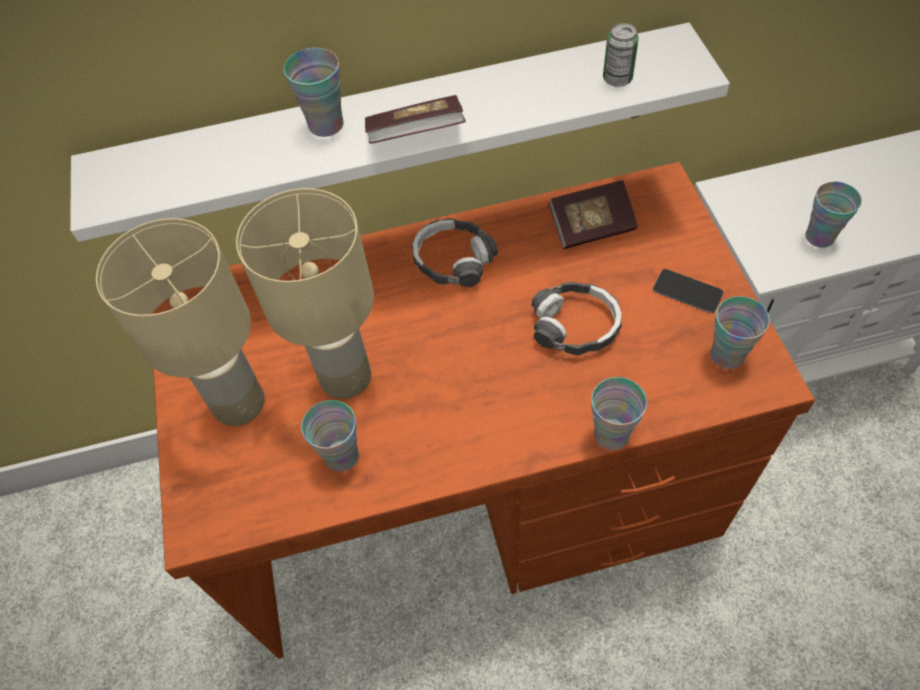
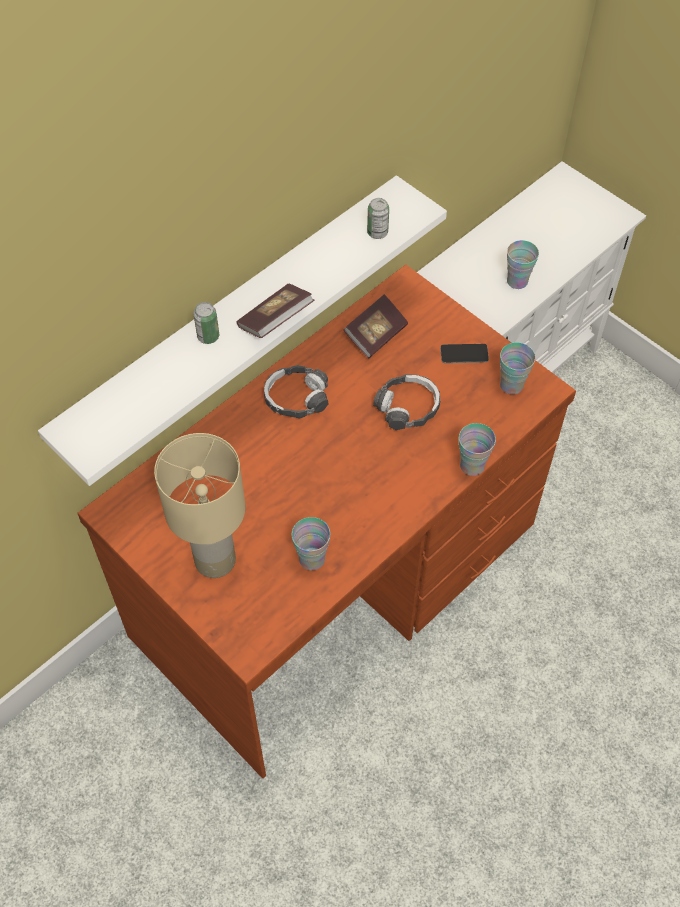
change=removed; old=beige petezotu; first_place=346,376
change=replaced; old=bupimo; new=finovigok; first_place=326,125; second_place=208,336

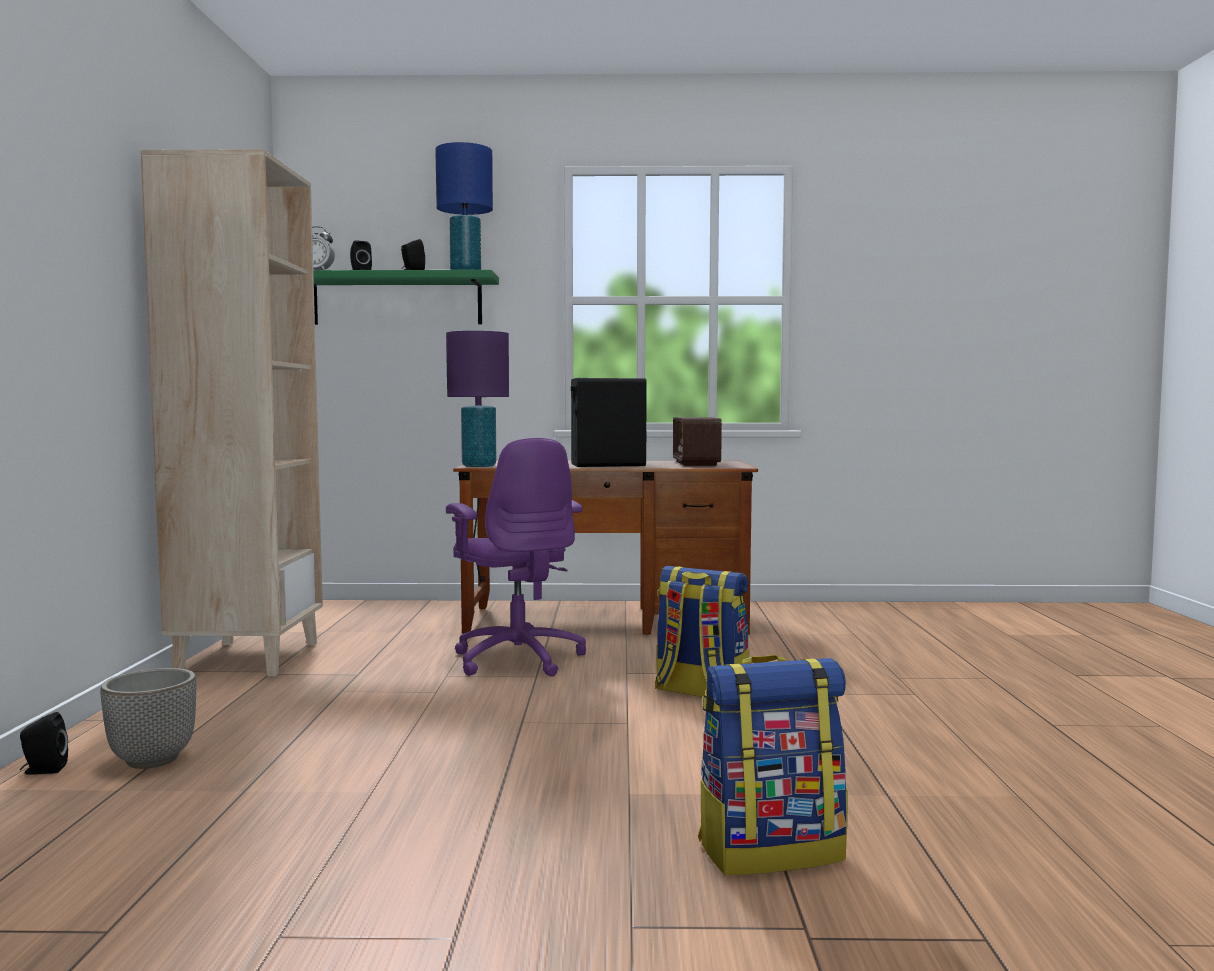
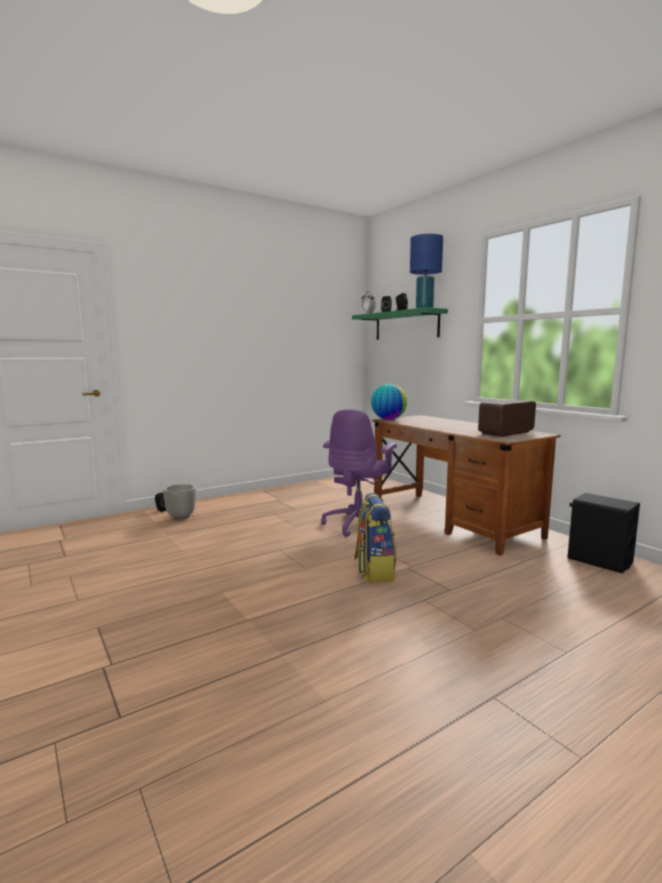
change=removed; old=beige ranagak; first_place=248,658
change=removed; old=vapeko; first_place=771,850
change=moved; old=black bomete; first_place=607,465; second_place=599,560
change=replaced; old=purple petezotu; new=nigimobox; first_place=478,466; second_place=388,419

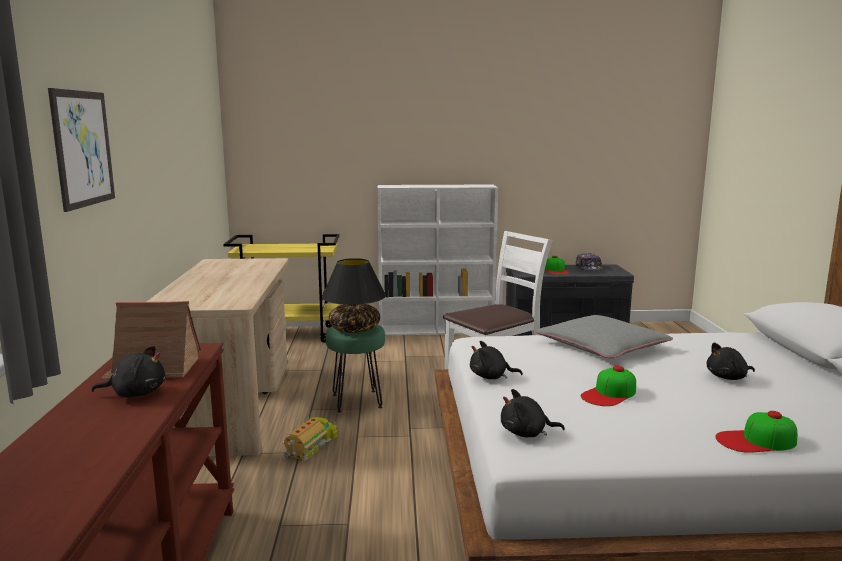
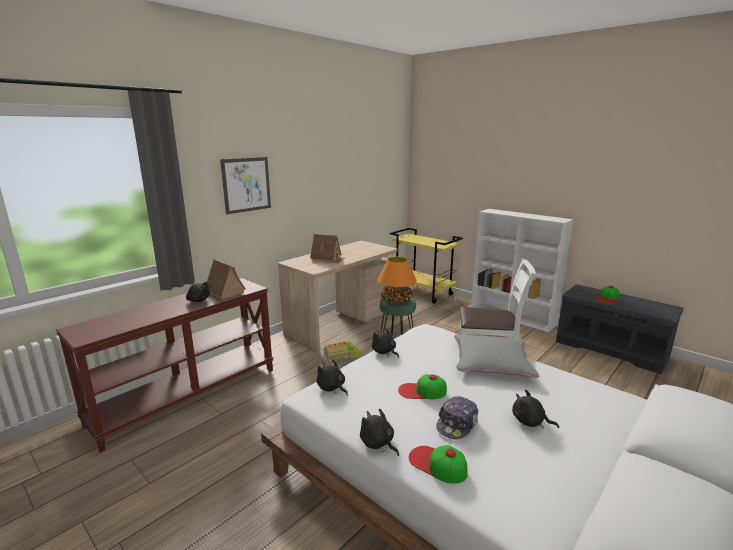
change=added; new=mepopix; second_place=327,259
change=added; new=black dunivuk; second_place=378,443
change=moved; old=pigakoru; first_place=589,268; second_place=457,424
change=recoloured; old=black petezotu; new=orange petezotu; first_place=355,329; second_place=396,300

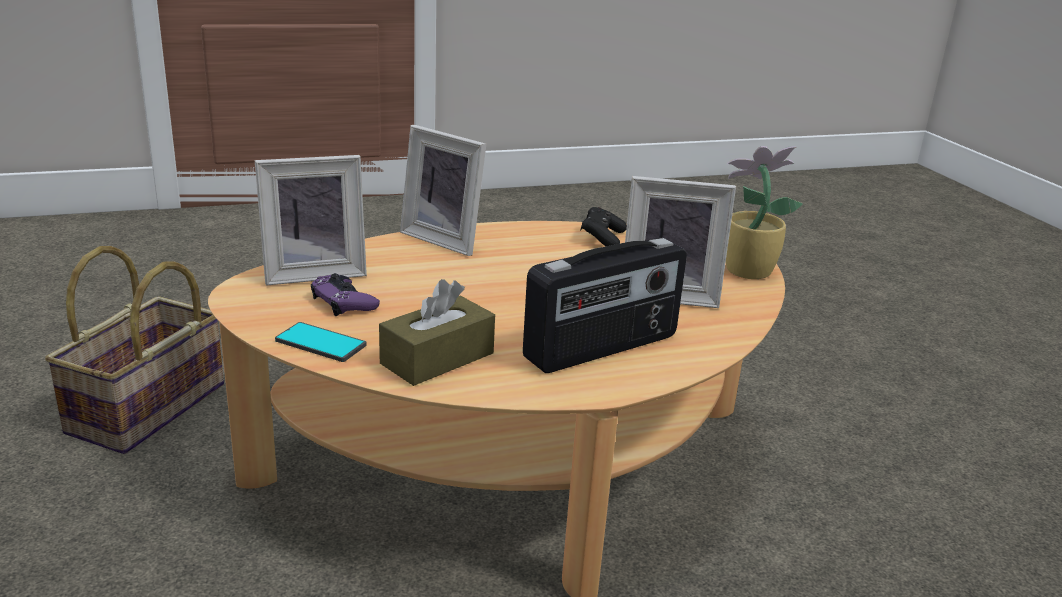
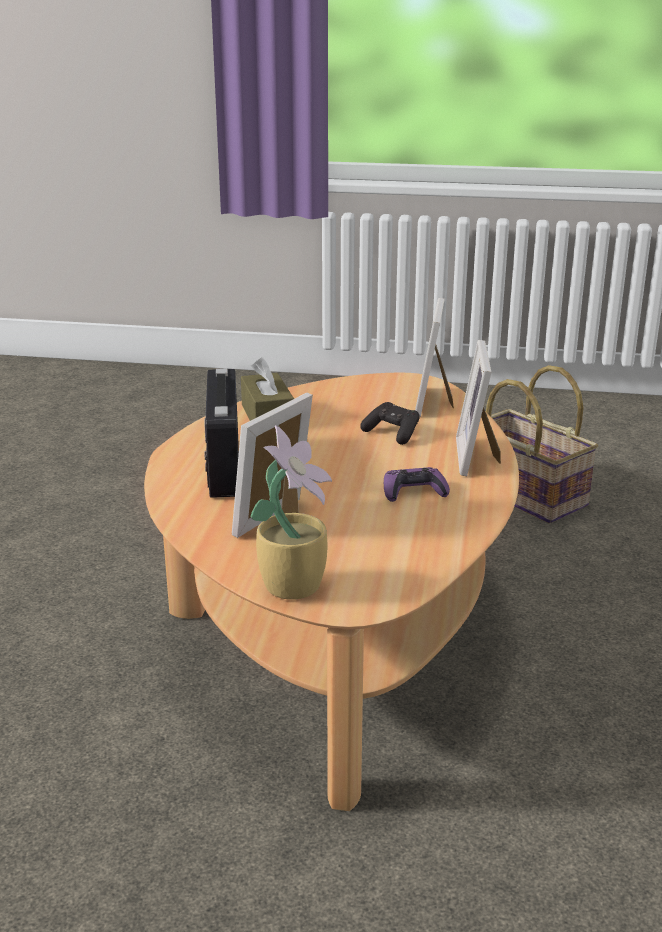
change=removed; old=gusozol; first_place=321,343
change=moved; old=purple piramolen; first_place=343,302; second_place=414,491
change=moved; old=black piramolen; first_place=602,238; second_place=392,433
change=turned; old=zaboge; first_place=446,239; second_place=478,457; degrees=-60

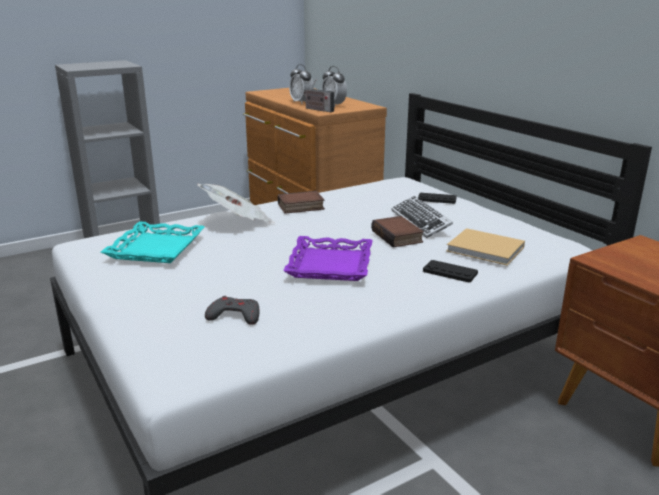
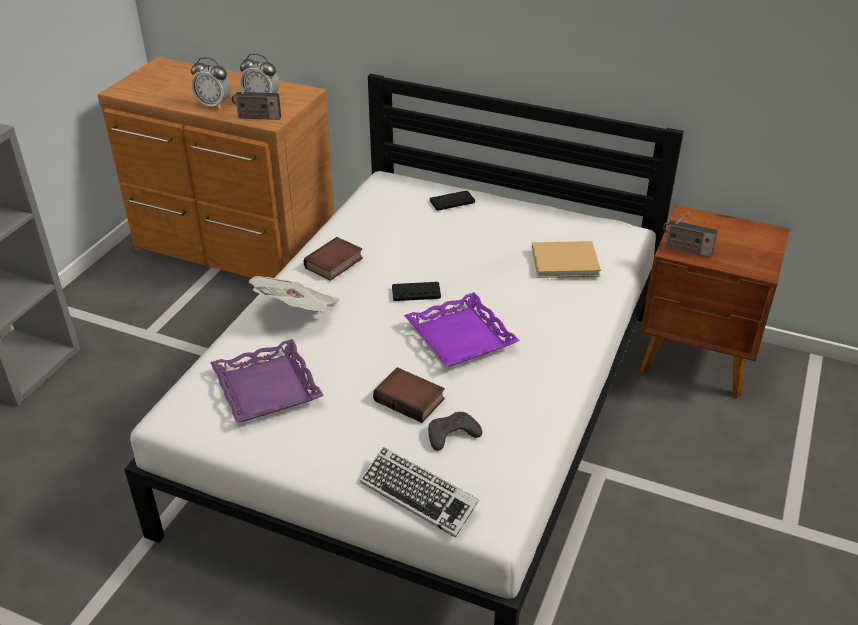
change=added; new=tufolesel; second_place=685,250
change=moved; old=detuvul; first_place=398,236; second_place=411,399
change=moved; old=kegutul; first_place=420,221; second_place=419,496
change=moved; old=black piramolen; first_place=450,272; second_place=416,292
change=recoloured; old=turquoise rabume; new=purple rabume; first_place=156,248; second_place=268,387

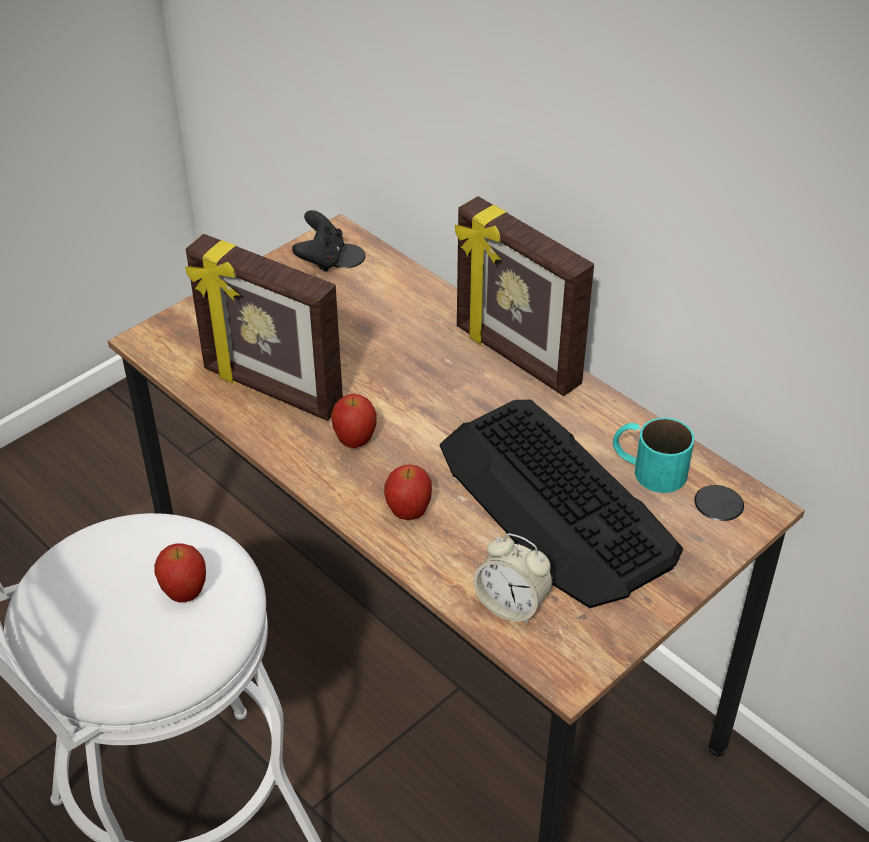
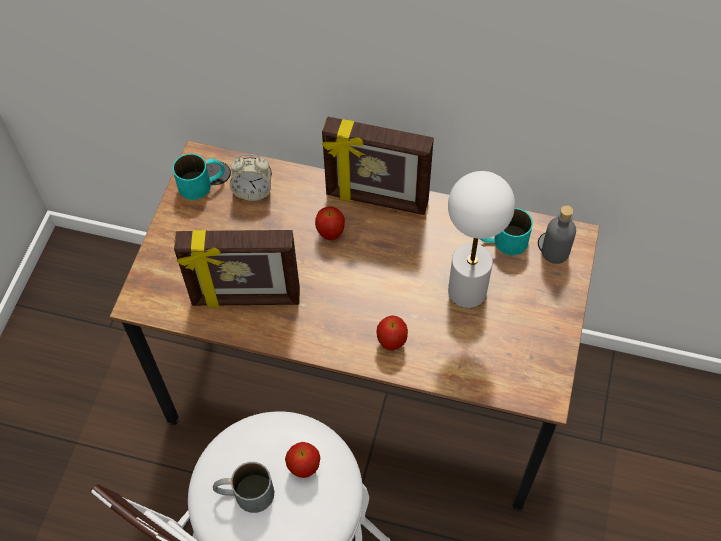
change=added; new=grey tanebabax; second_place=244,493
change=added; new=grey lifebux; second_place=555,252
change=moved; old=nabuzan; first_place=355,441; second_place=330,233
change=moved; old=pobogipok; first_place=511,605; second_place=253,191
change=replaced; old=black piramolen; new=turquoise tanebabax; first_place=321,259; second_place=202,183
change=replaced; old=kegutul; new=white petezotu; first_place=555,502; second_place=468,291

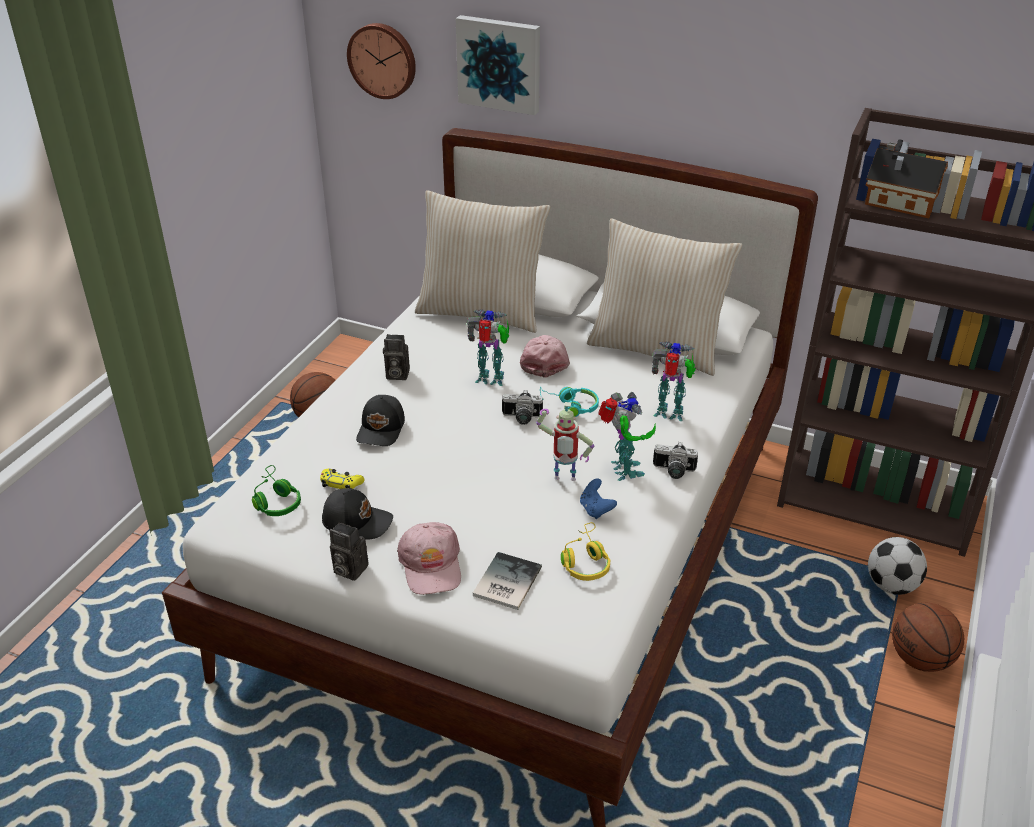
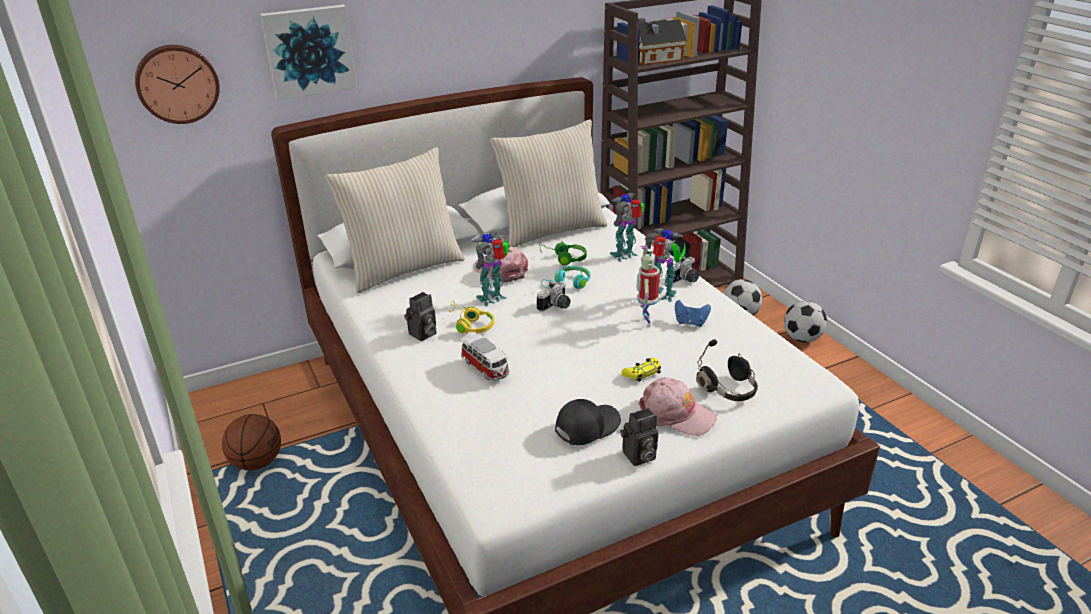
change=moved; old=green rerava; first_place=276,500; second_place=563,258
change=moved; old=yellow piramolen; first_place=341,484; second_place=642,373
change=moved; old=yellow rerava; first_place=585,561; second_place=470,325
change=replaced; old=black pigakoru; new=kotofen; first_place=382,429; second_place=486,368
change=replaced; old=detuvul; new=black rerava; first_place=504,582; second_place=729,390
change=replaced; old=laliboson; new=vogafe; first_place=920,659; second_place=802,338
change=turned; old=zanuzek; first_place=564,480; second_place=645,321; degrees=135

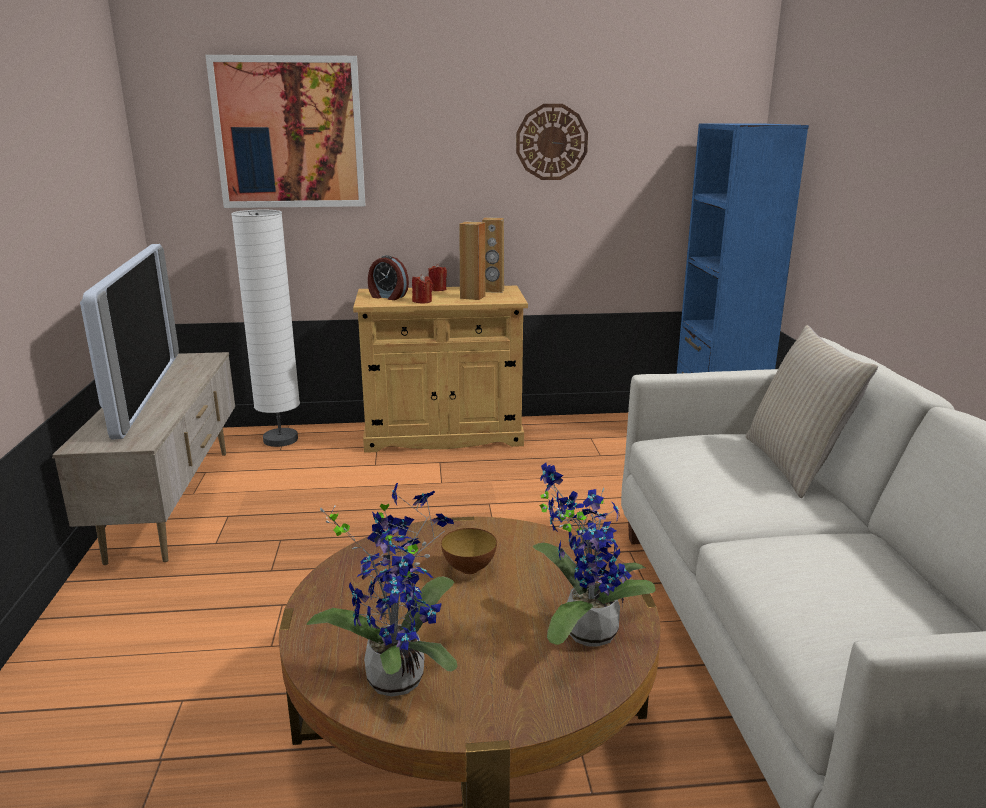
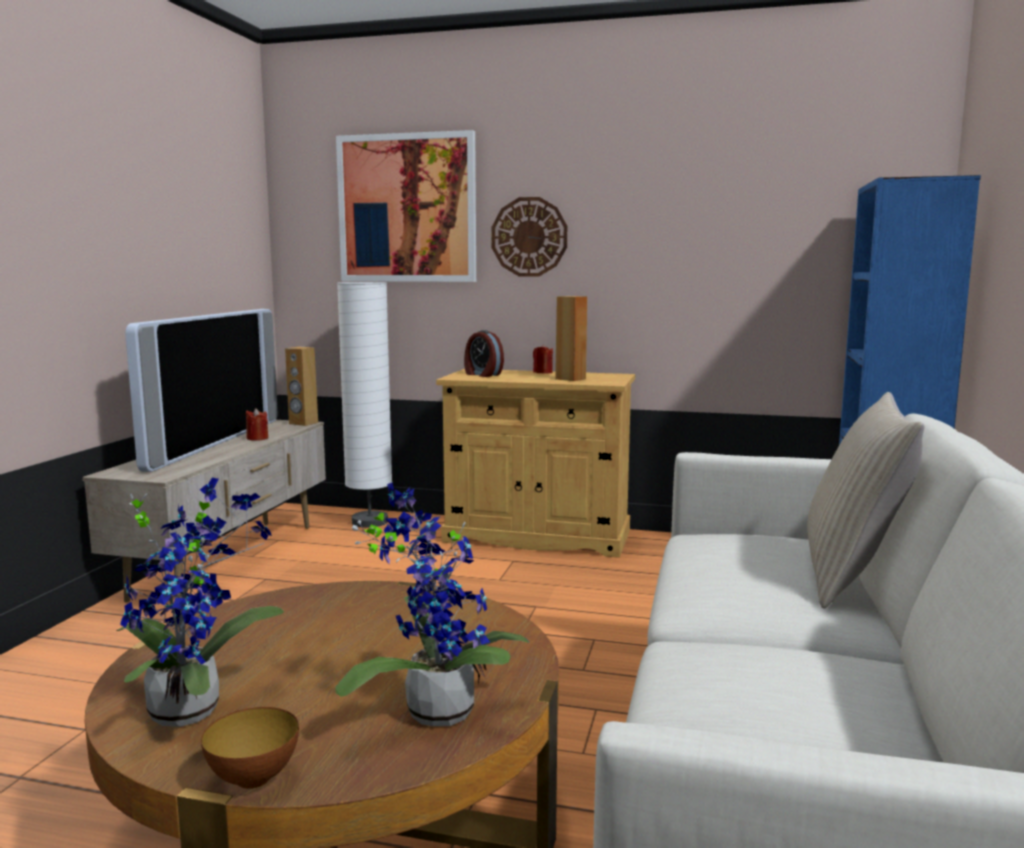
change=moved; old=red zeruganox; first_place=422,301; second_place=257,438
change=moved; old=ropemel; first_place=469,569; second_place=253,778
change=moved; old=brown bomete; first_place=493,290; second_place=303,423
change=moved; old=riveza; first_place=551,142; second_place=529,237

